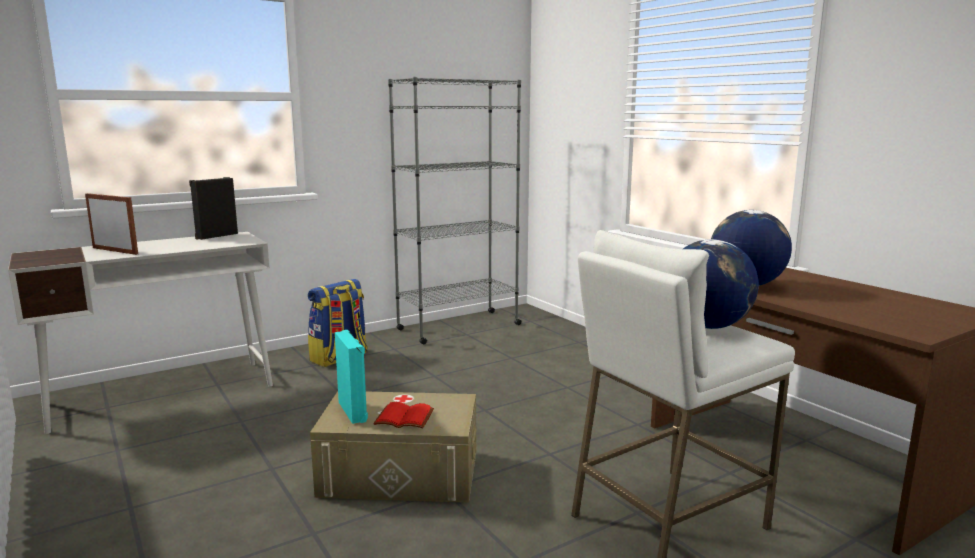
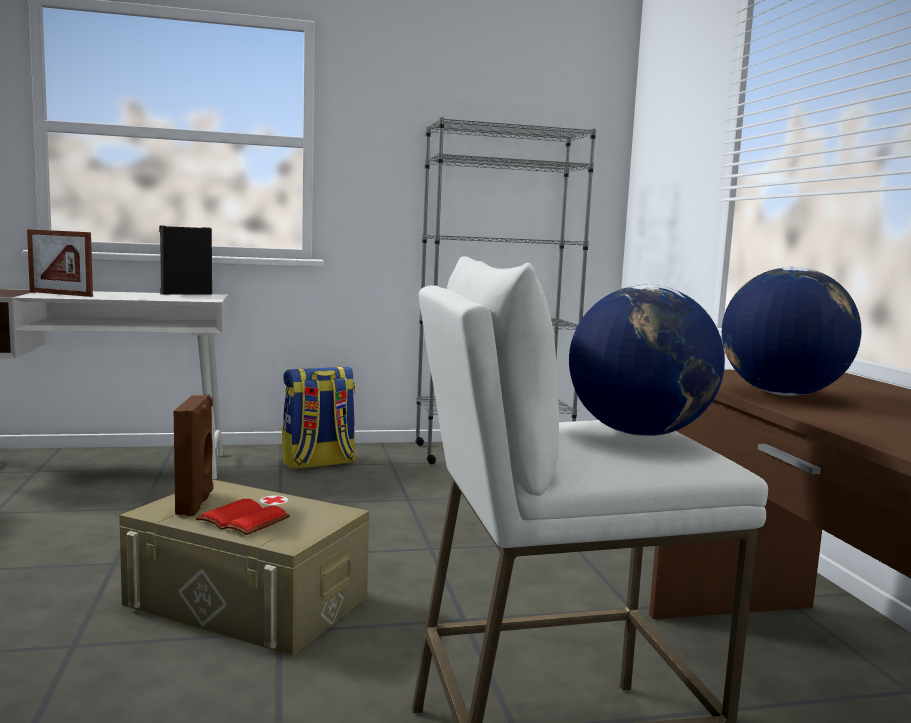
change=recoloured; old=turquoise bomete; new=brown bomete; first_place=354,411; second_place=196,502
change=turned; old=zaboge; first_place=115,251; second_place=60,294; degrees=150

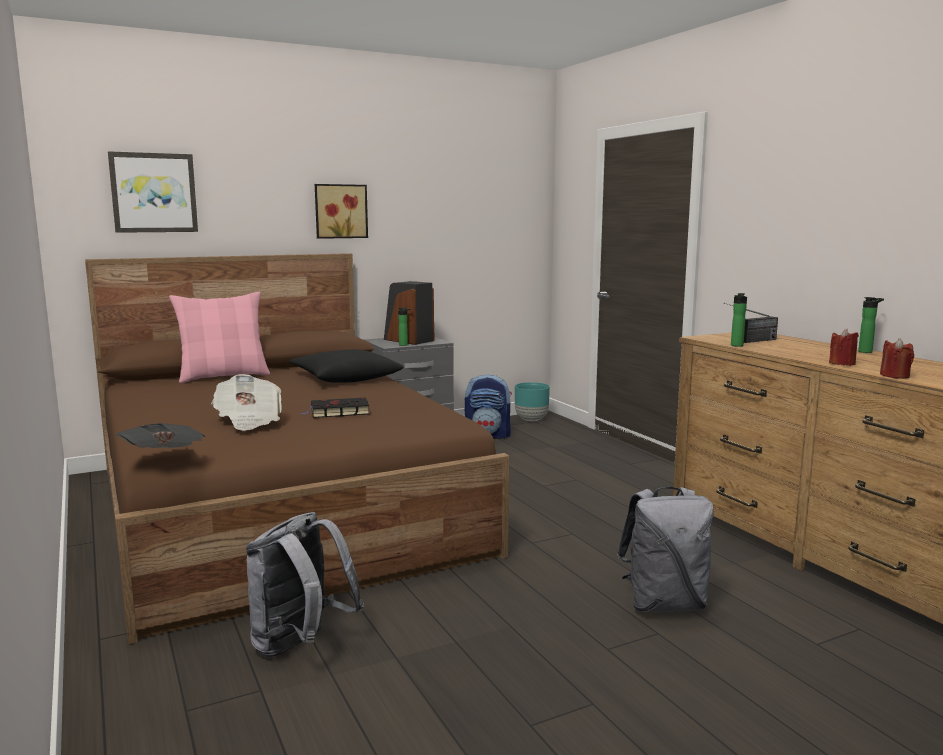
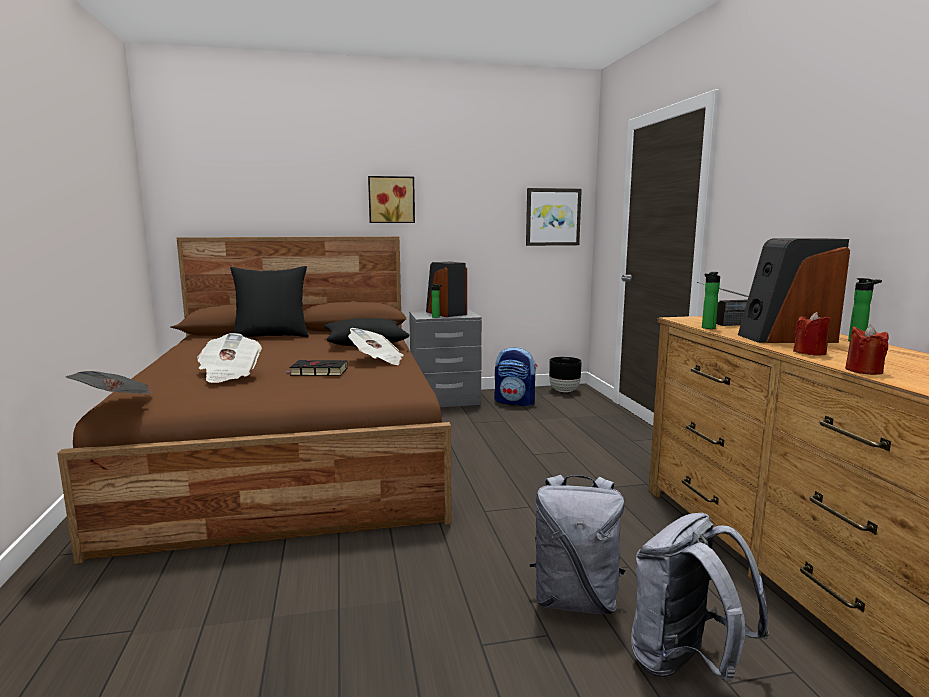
change=added; new=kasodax; second_place=377,361
change=added; new=bomete; second_place=786,338
change=moved; old=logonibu; first_place=154,193; second_place=553,217
change=moved; old=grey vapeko; first_place=300,645; second_place=685,664
change=recoloured; old=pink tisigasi; new=black tisigasi; first_place=223,376; second_place=271,336
change=recoloured; old=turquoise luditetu; new=black luditetu; first_place=531,420; second_place=564,391

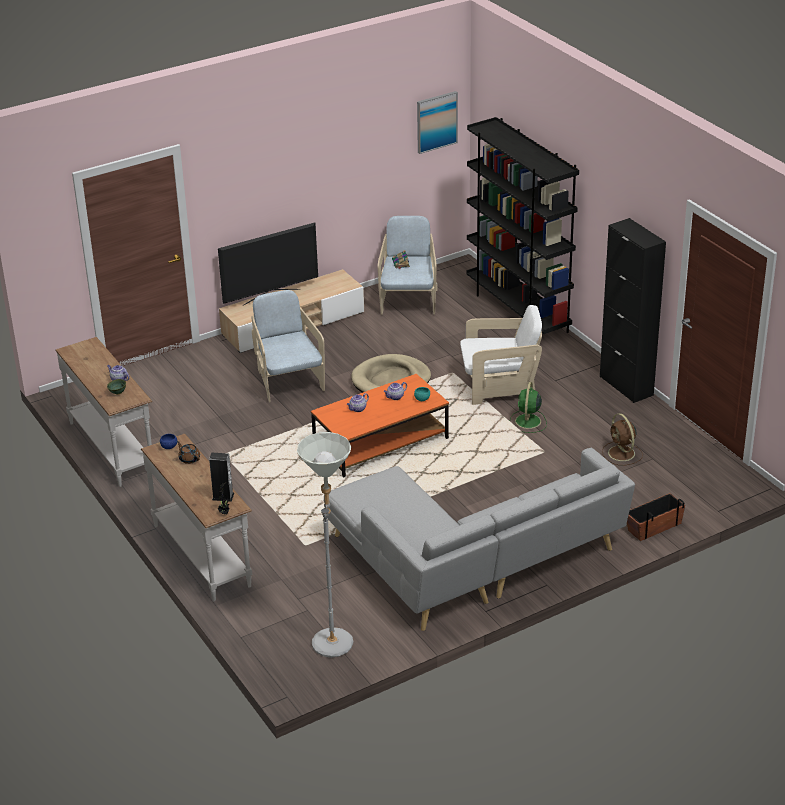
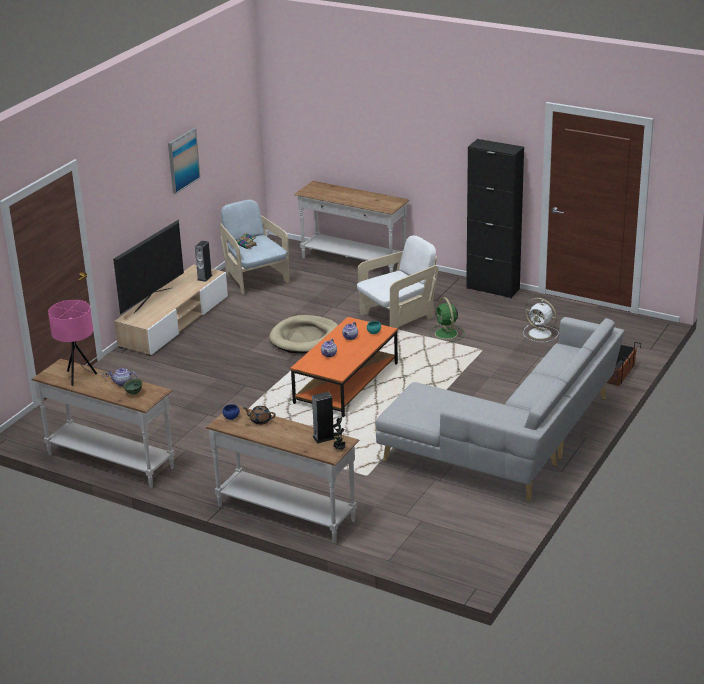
change=removed; old=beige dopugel; first_place=288,381
change=removed; old=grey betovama; first_place=333,637
change=added; new=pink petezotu; second_place=81,377
change=added; new=bomete; second_place=204,277
change=moved; old=logonibu; first_place=436,122; second_place=183,160
change=replaced; old=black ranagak; new=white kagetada; first_place=518,310; second_place=353,262
change=recoloured; old=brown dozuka; new=white dozuka; first_place=622,454; second_place=541,334

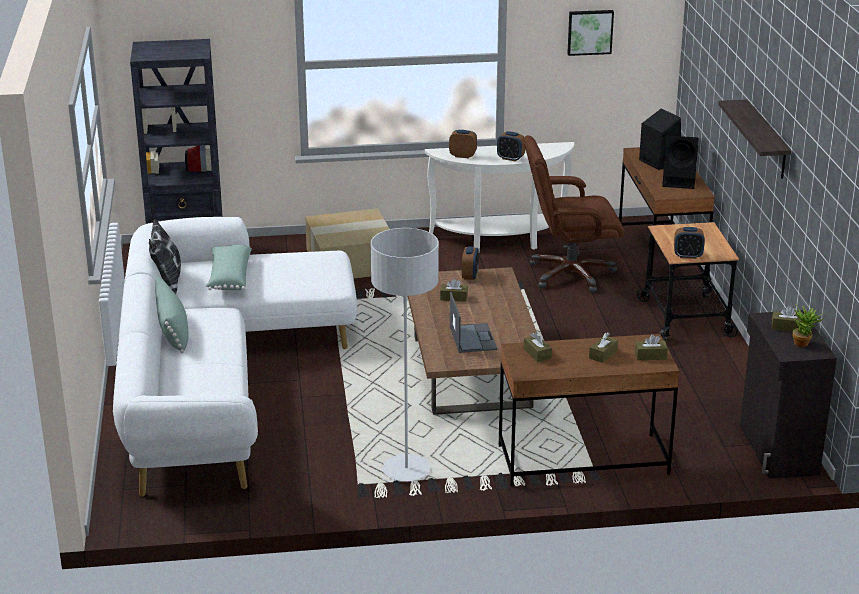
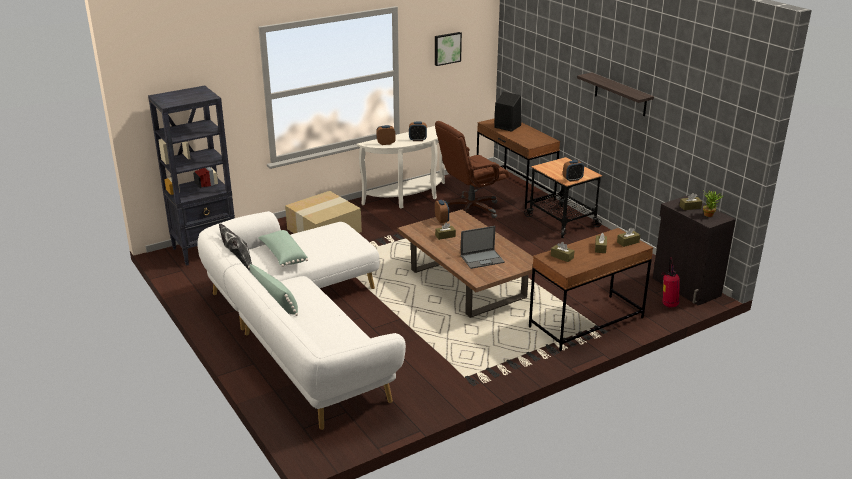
change=removed; old=grey betovama; first_place=406,470
change=removed; old=black bomete; first_place=679,181
change=added; new=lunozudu; second_place=668,304
change=turned; old=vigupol; first_place=472,338; second_place=482,259; degrees=105

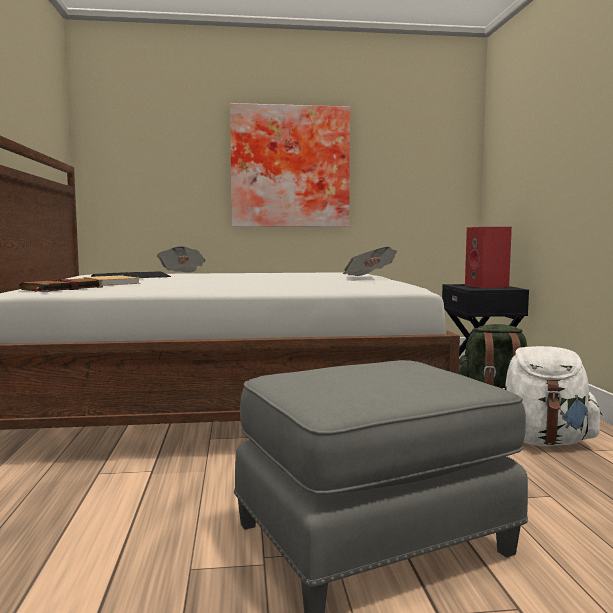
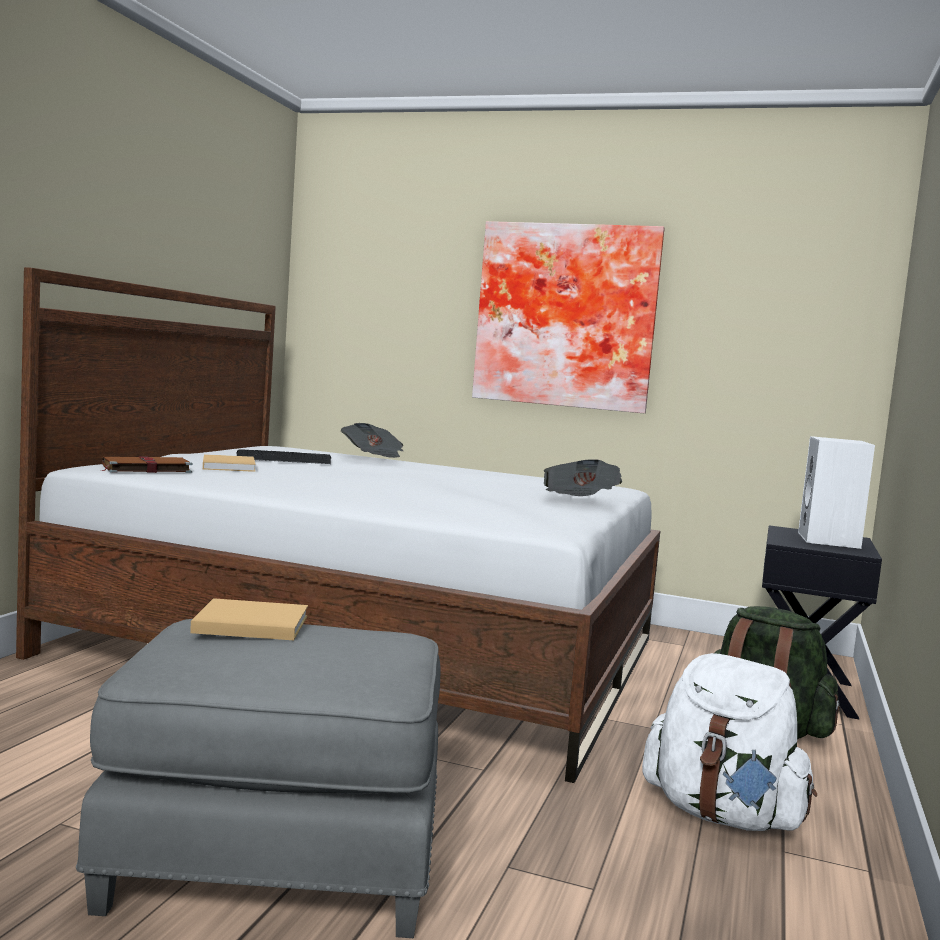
change=added; new=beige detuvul; second_place=247,624
change=recoloured; old=red bomete; new=white bomete; first_place=487,286; second_place=830,541

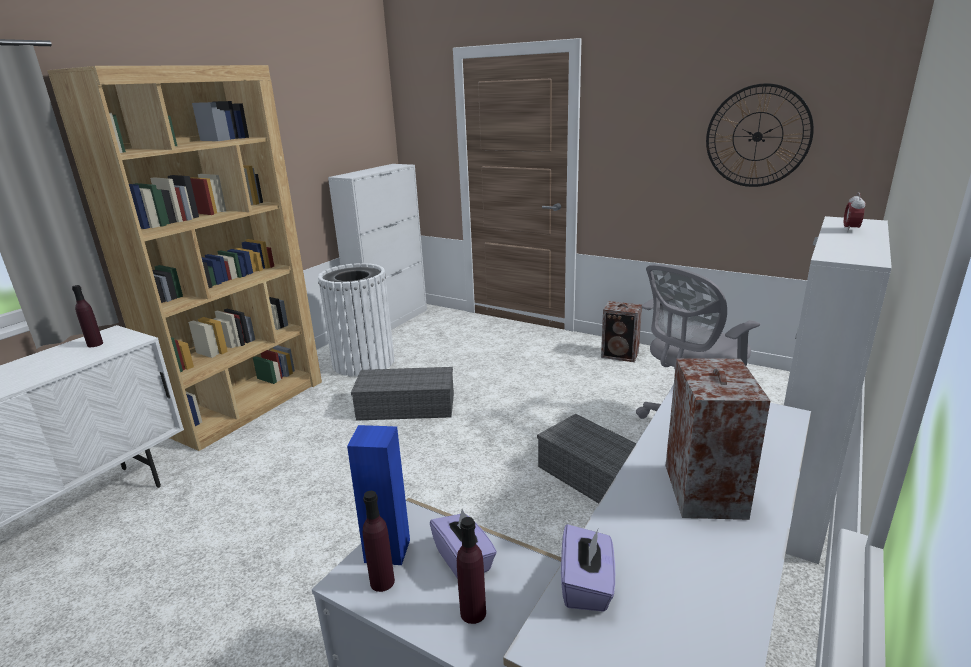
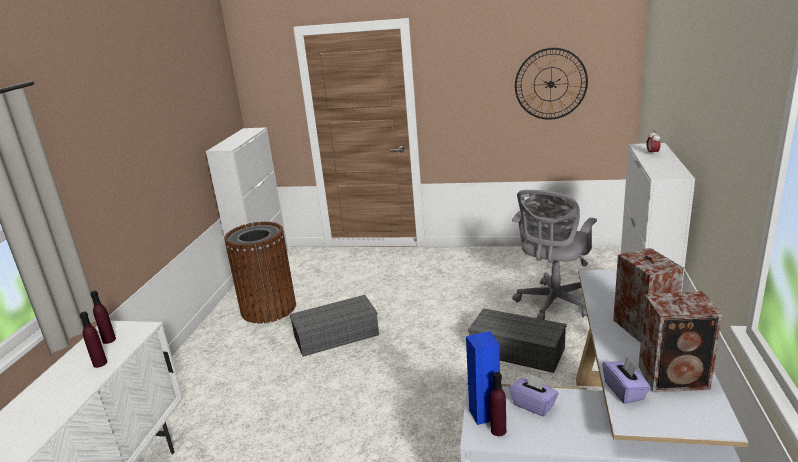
change=removed; old=brown ranagak; first_place=246,405
change=moved; old=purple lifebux; first_place=473,612; second_place=100,363
change=moved; old=bomete; first_place=621,355; second_place=675,378
change=recoloured; old=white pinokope; new=brown pinokope; first_place=363,362; second_place=268,308

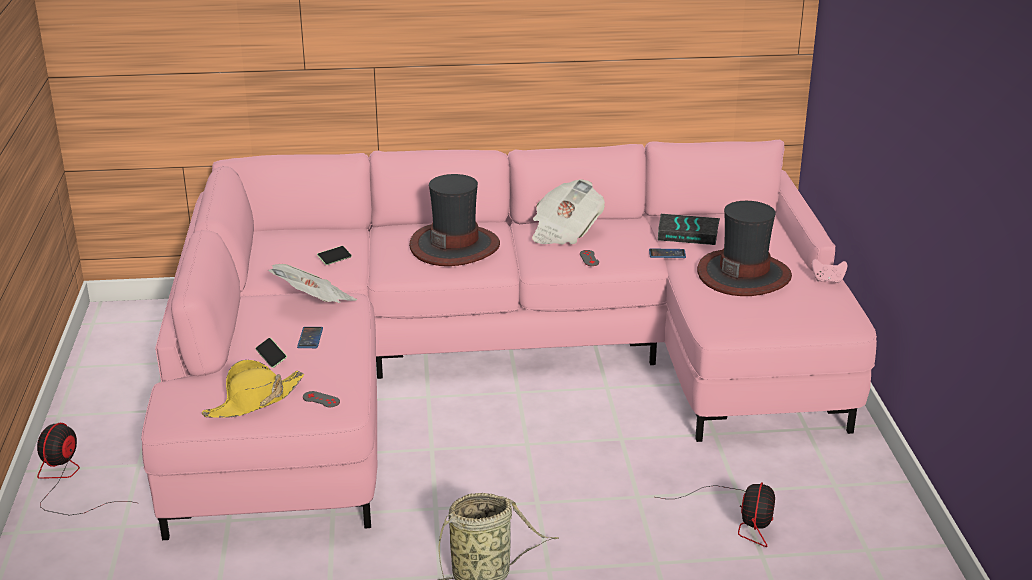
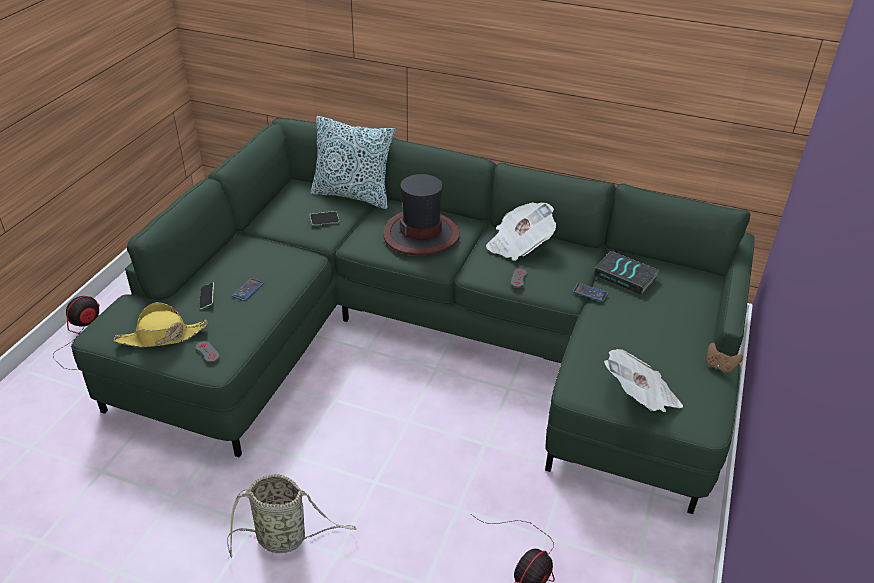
change=removed; old=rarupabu; first_place=744,275
change=added; new=tisigasi; second_place=353,195
change=moved; old=kasodax; first_place=314,303; second_place=640,397
change=recoloured; old=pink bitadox; new=green bitadox; first_place=489,366; second_place=432,336
change=recoloured; old=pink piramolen; new=brown piramolen; first_place=828,280; second_place=719,366

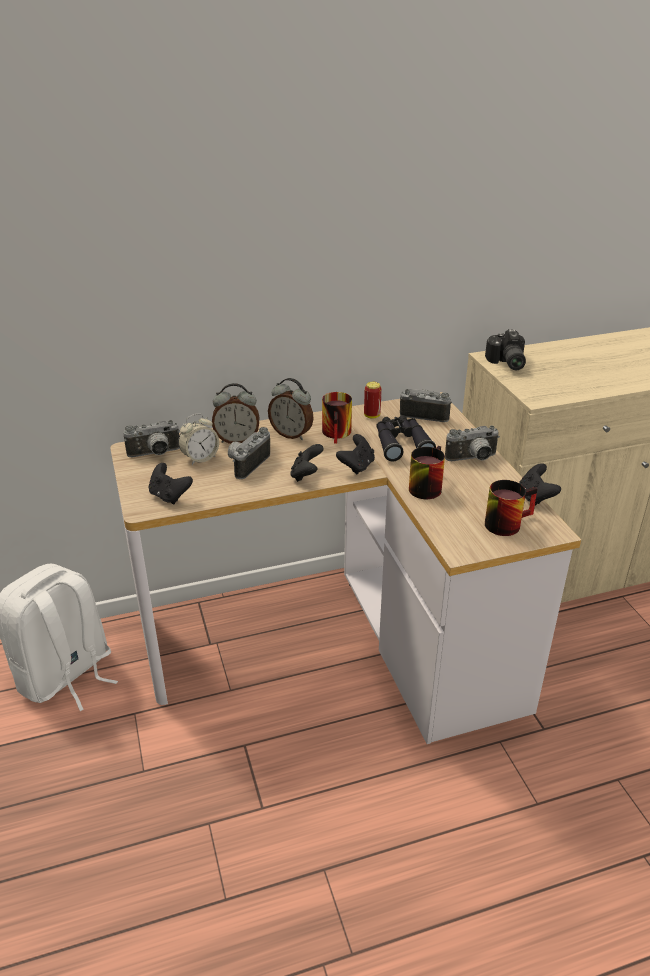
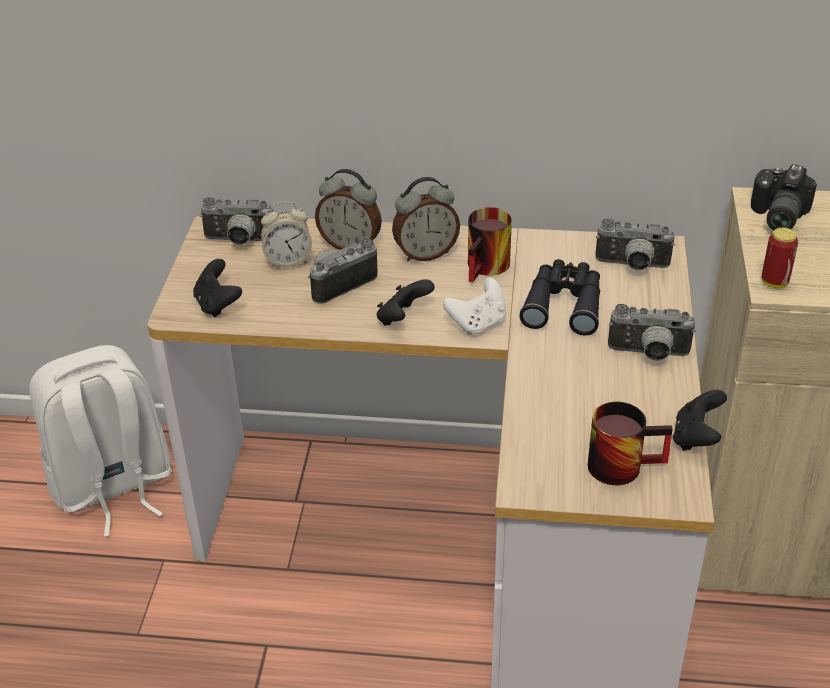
change=removed; old=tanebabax; first_place=424,486
change=moved; old=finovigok; first_place=372,416; second_place=774,282
change=recoloured; old=black piramolen; new=white piramolen; first_place=357,466; second_place=478,323
change=turned; old=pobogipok; first_place=291,434; second_place=425,254; degrees=-75
change=turned; old=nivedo; first_place=425,414; second_place=632,266; degrees=150

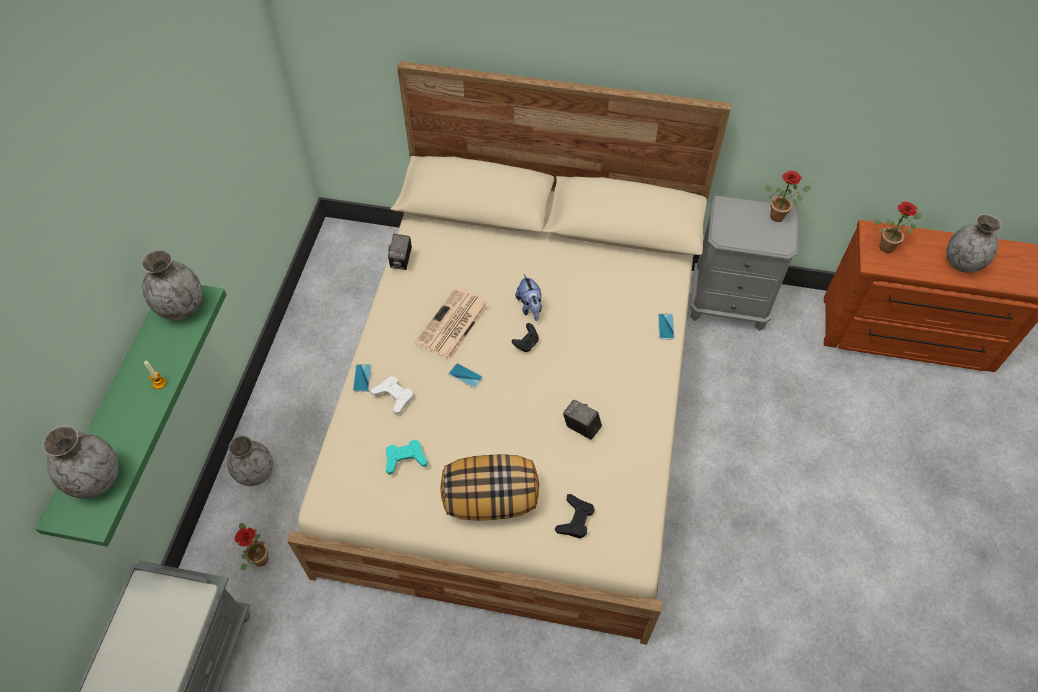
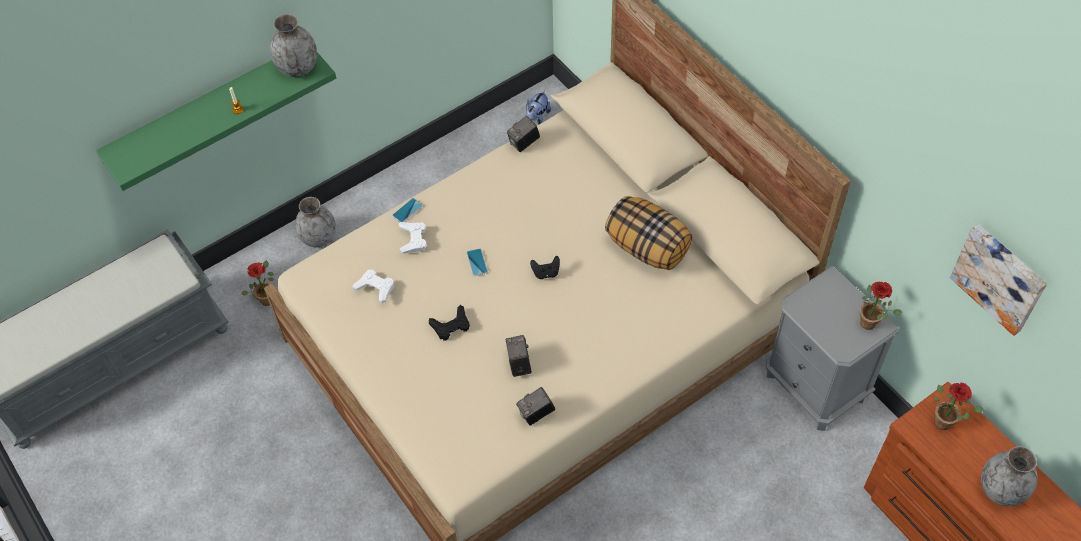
change=removed; old=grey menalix; first_place=96,479
change=removed; old=kasodax; first_place=452,325
change=removed; old=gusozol; first_place=666,326
change=added; new=nivedo; second_place=536,414
change=added; new=logonibu; second_place=1000,277
change=moved; old=tisigasi; first_place=491,499; second_place=647,247
change=moved; old=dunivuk; first_place=530,307; second_place=537,117
change=moved; old=black piramolen; first_place=575,519; second_place=451,326
change=recoloured; old=turquoise piramolen; new=white piramolen; first_place=405,458; second_place=375,288

